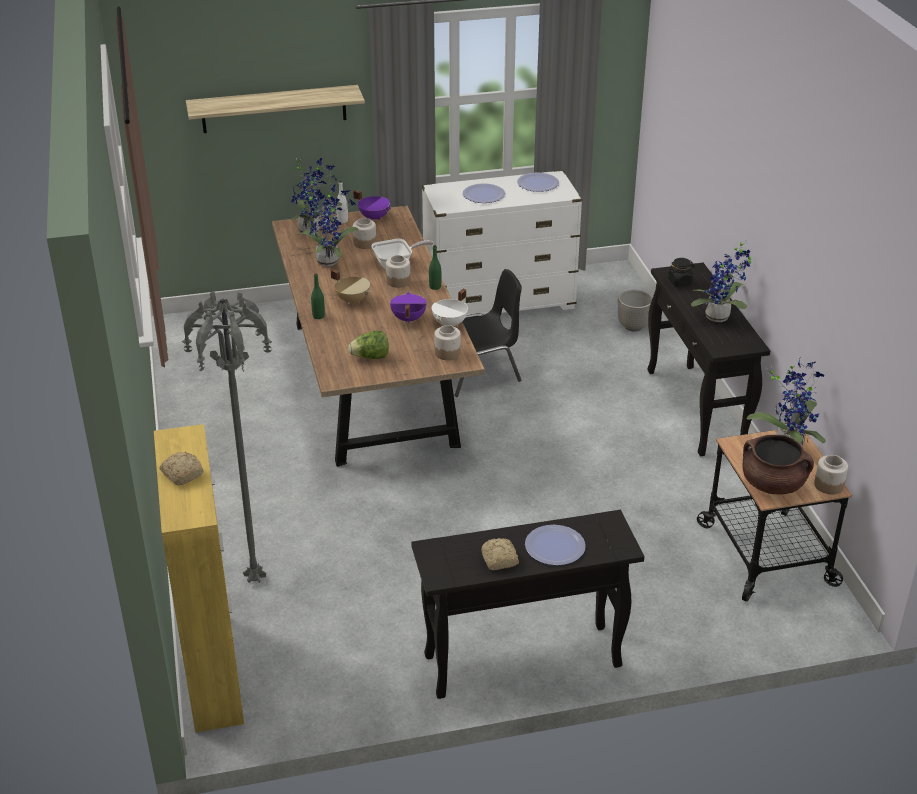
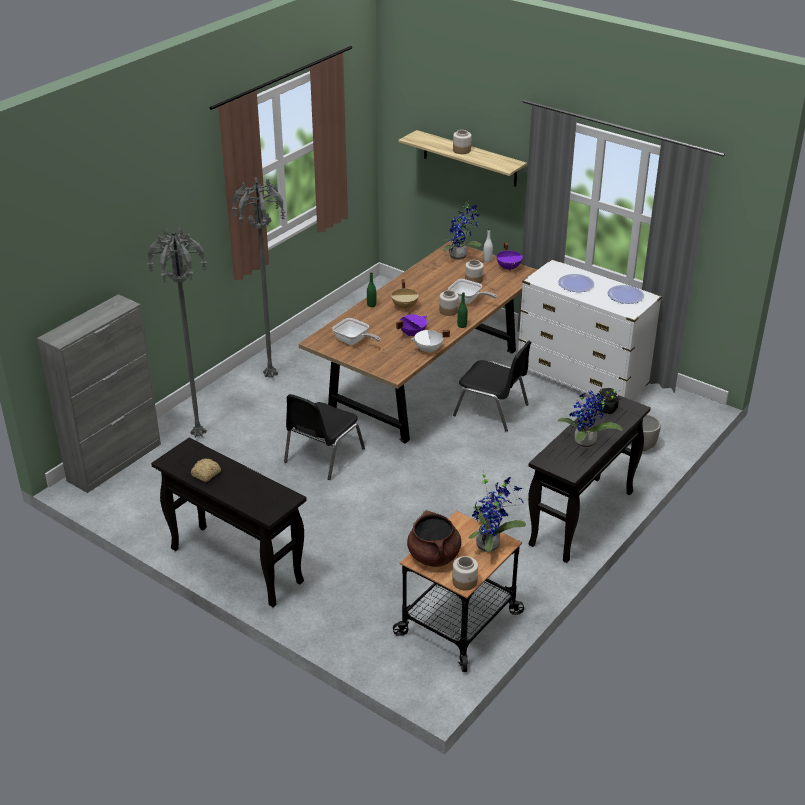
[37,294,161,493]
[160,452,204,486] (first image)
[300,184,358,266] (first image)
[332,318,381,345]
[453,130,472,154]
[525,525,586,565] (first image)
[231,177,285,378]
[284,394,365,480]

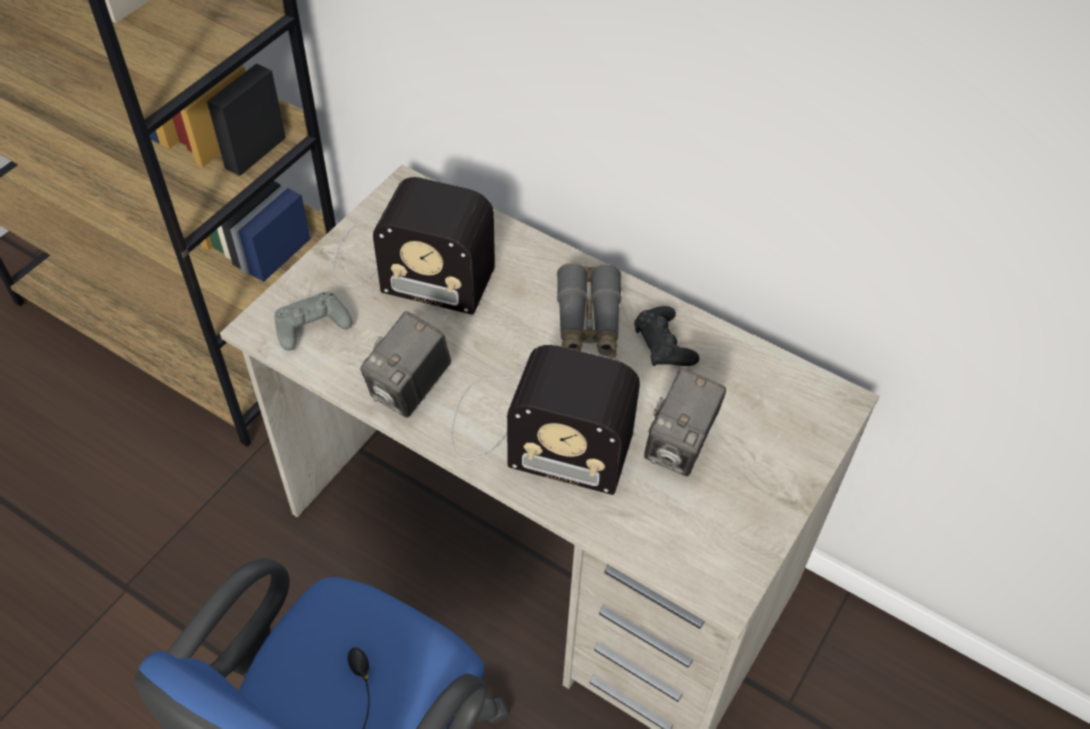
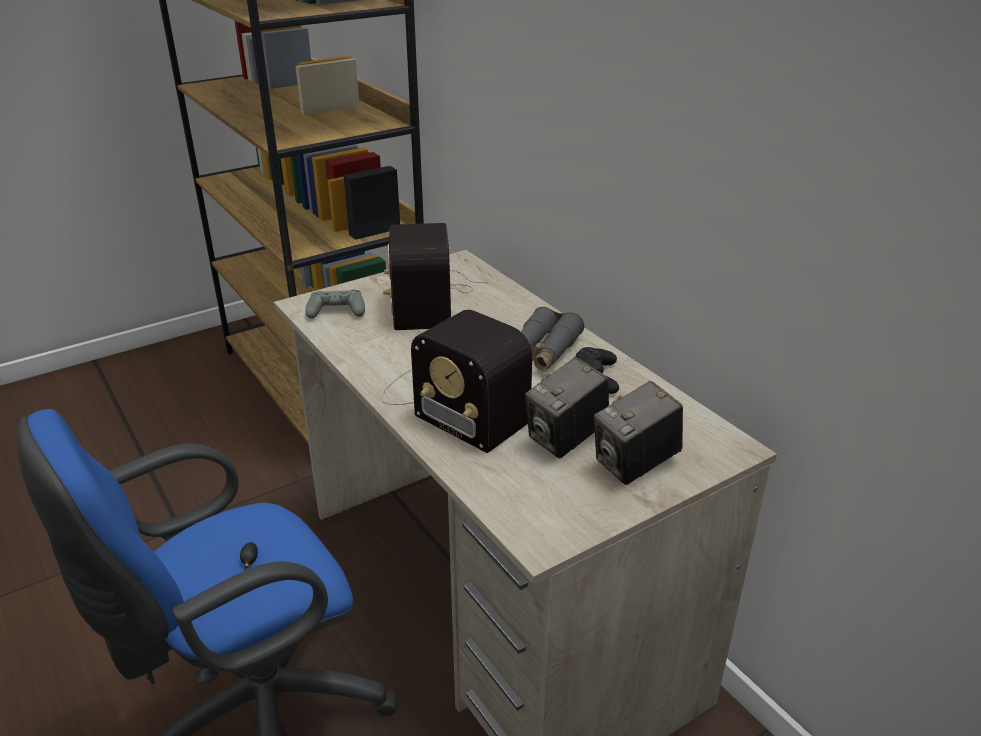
[383,223,488,330]
[594,381,683,485]

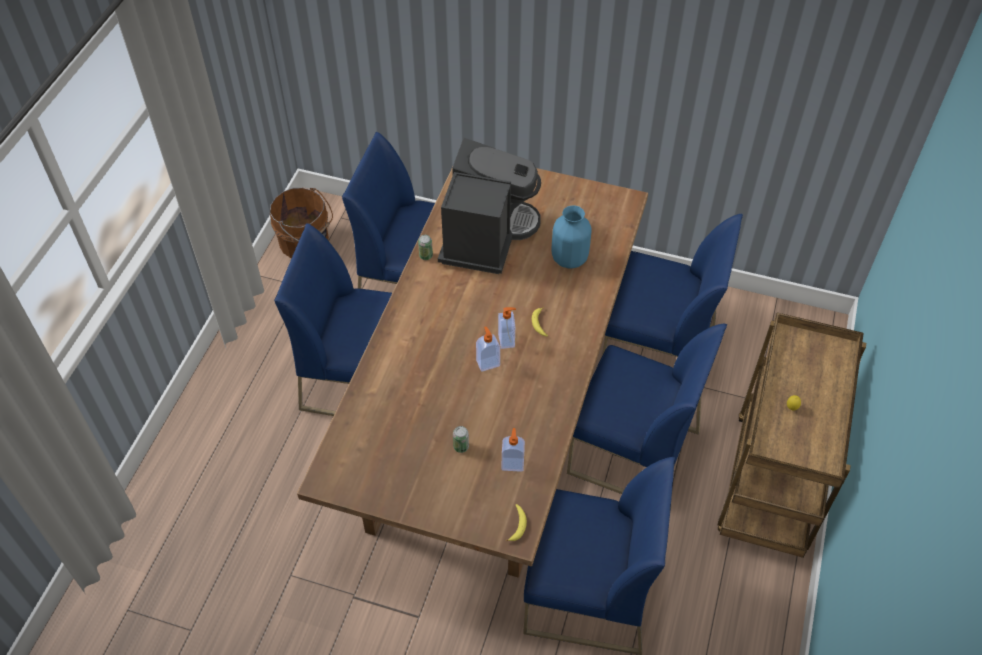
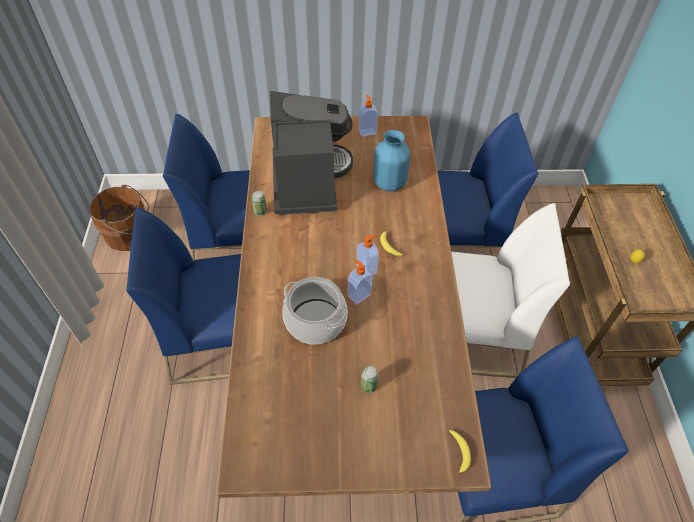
[358,95,378,137]
[451,203,570,378]
[282,277,348,345]

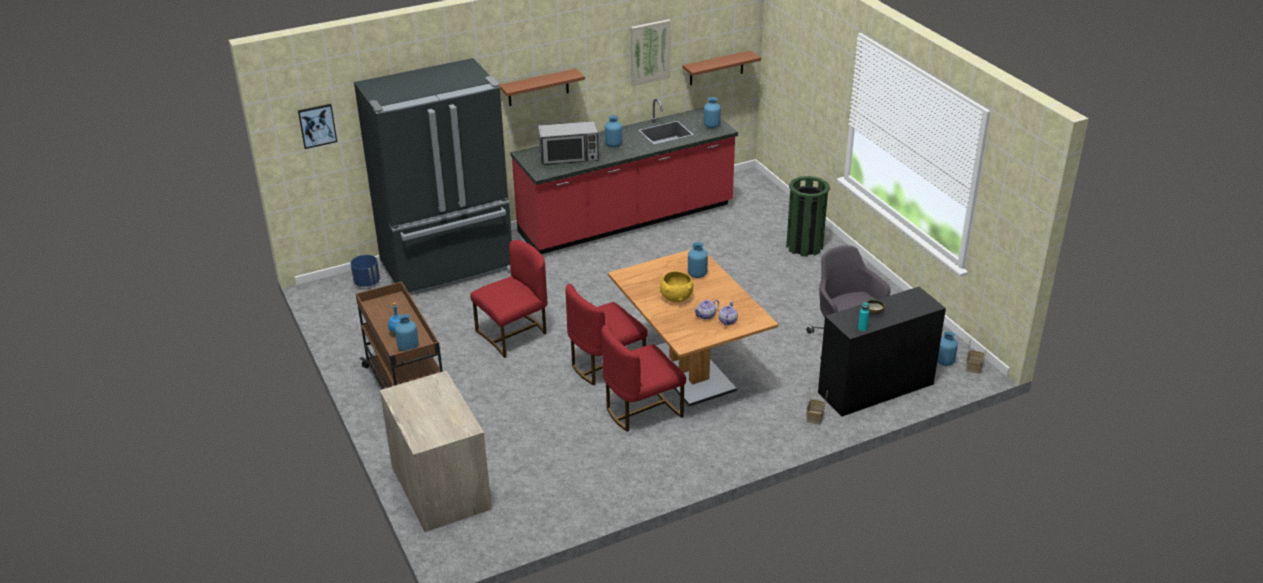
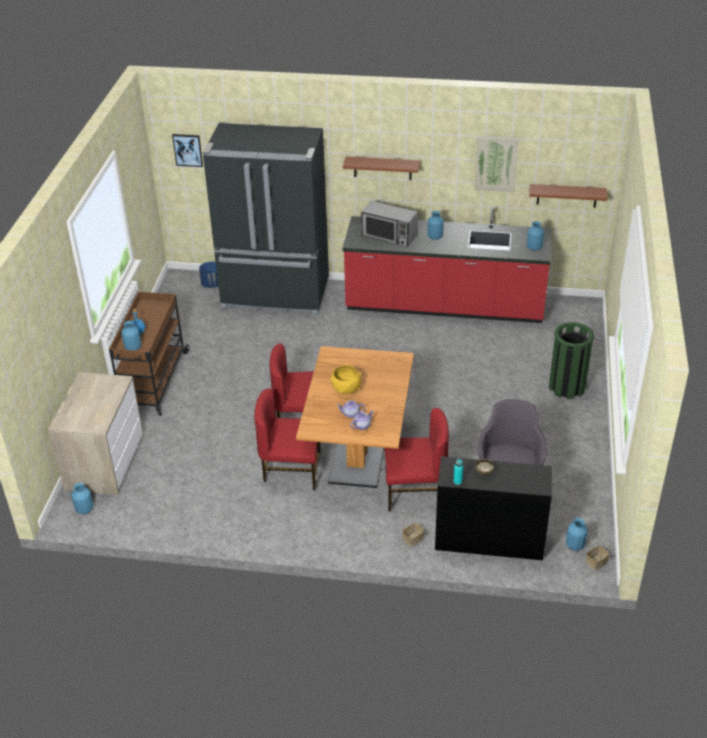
[384,408,449,512]
[71,483,93,514]

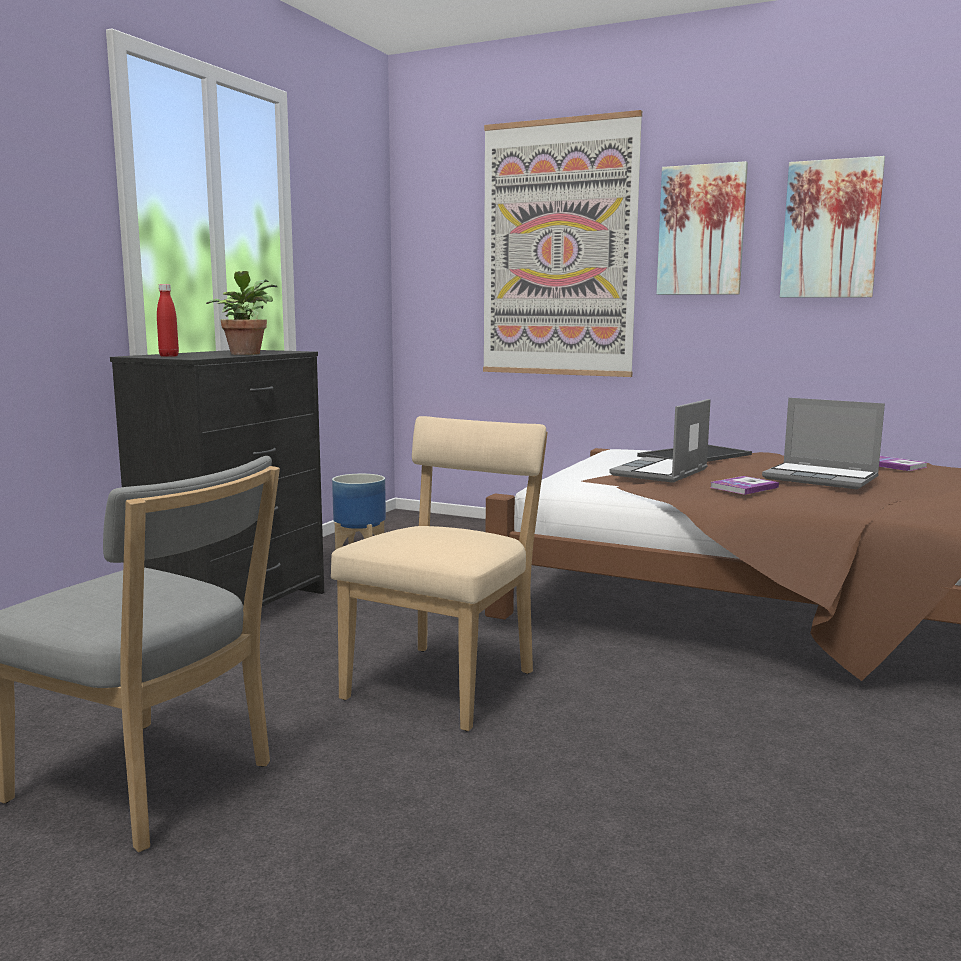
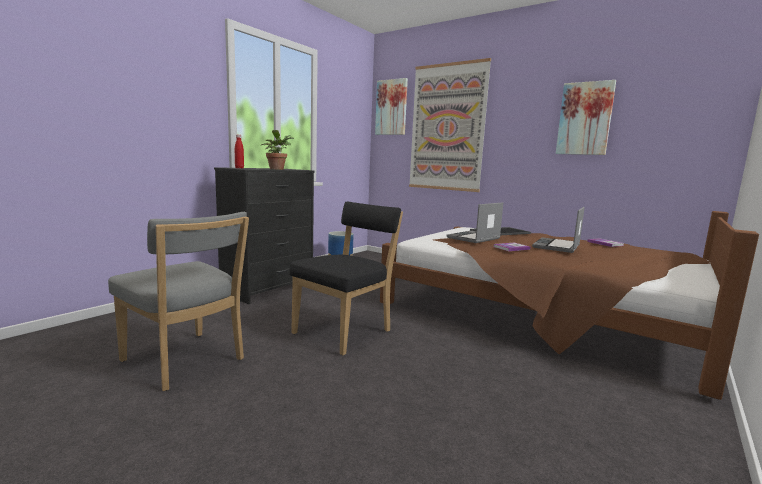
[289,202,403,355]
[375,78,408,135]
[532,207,585,253]

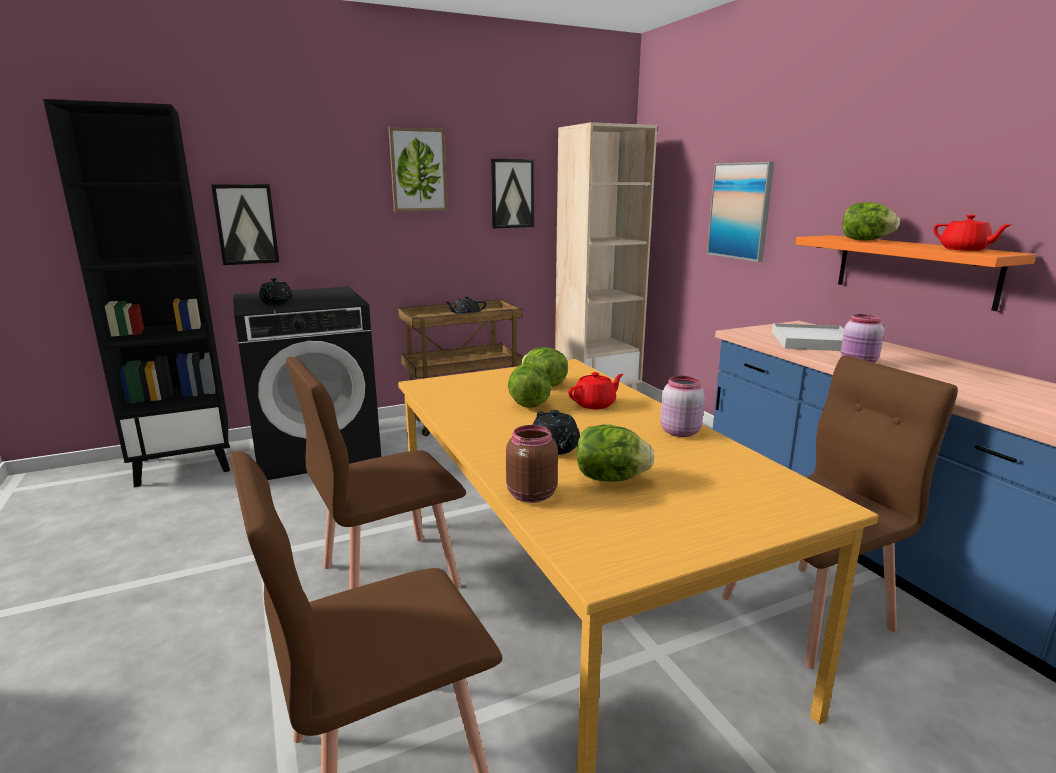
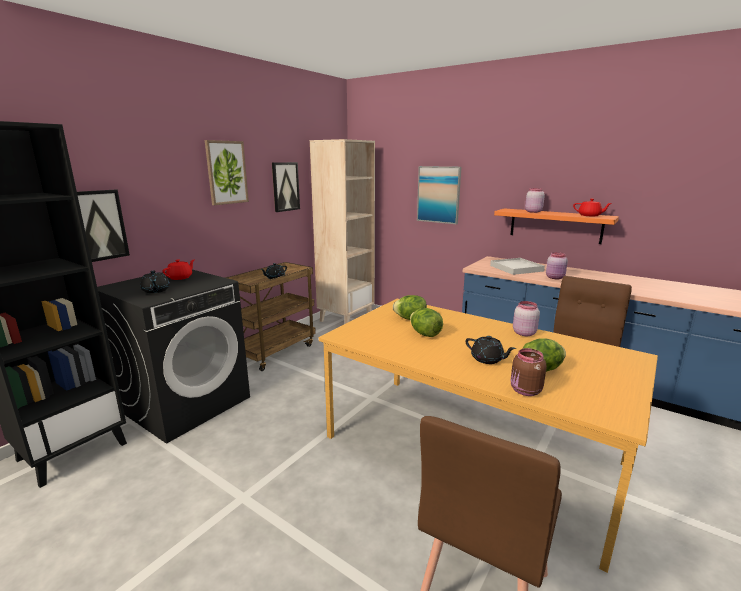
[286,357,466,589] (first image)
[162,259,195,280]
[525,188,545,213]

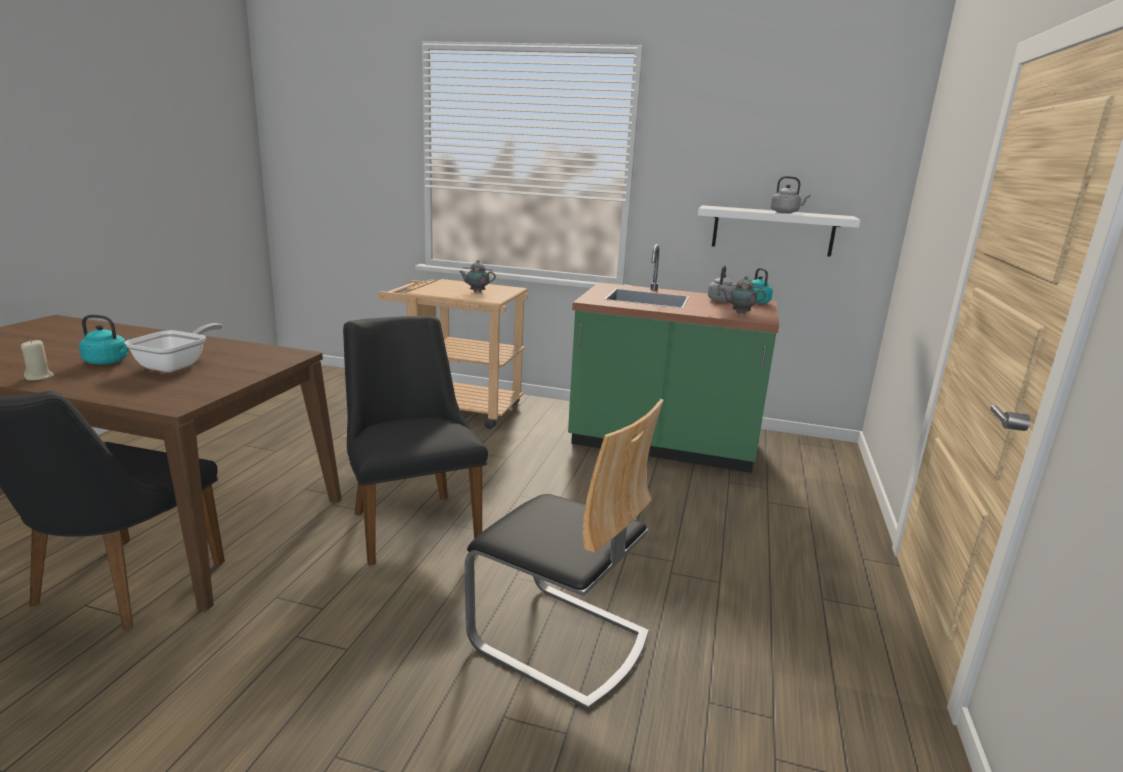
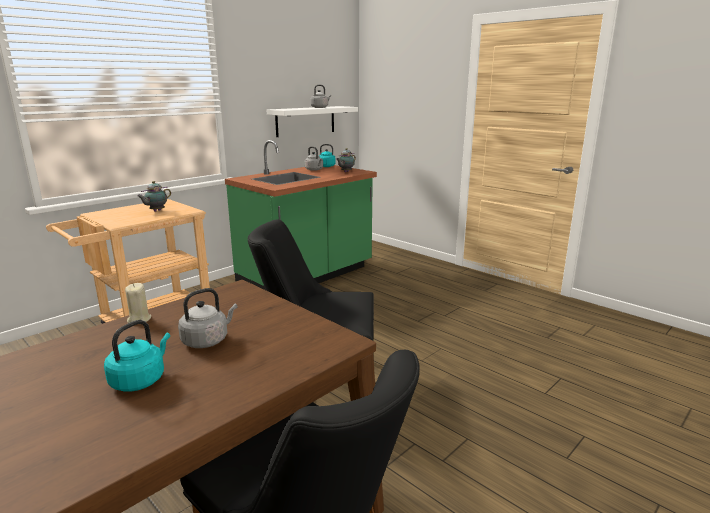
[125,283,151,323]
[178,288,237,348]
[464,399,664,710] (first image)

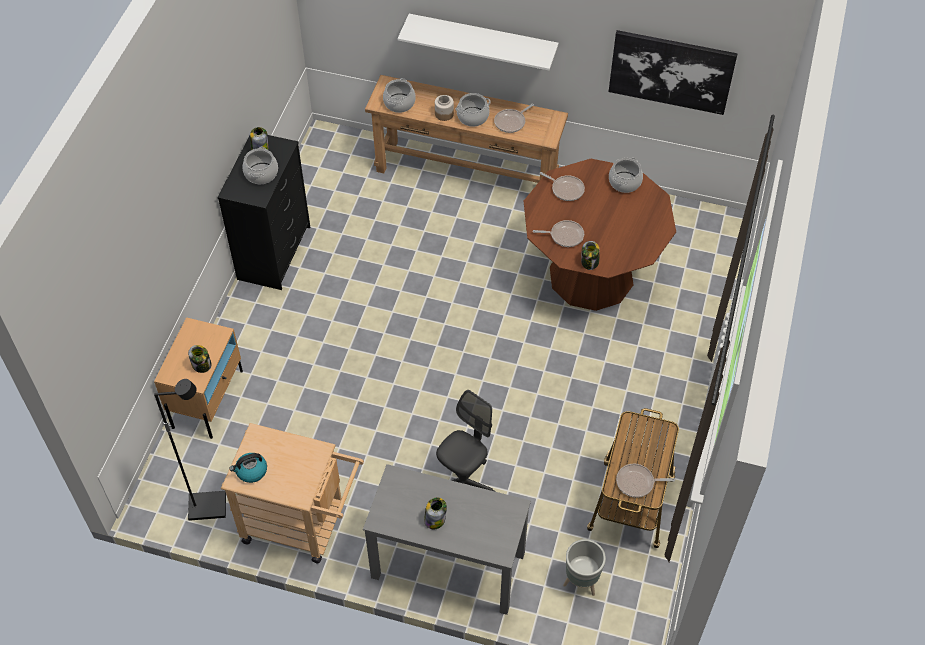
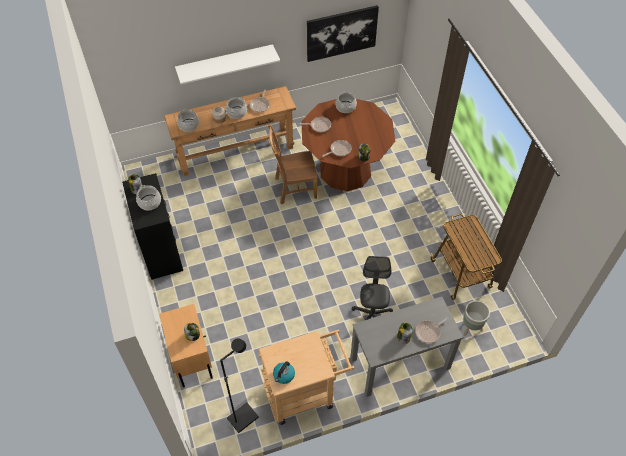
[415,317,448,343]
[268,124,318,204]

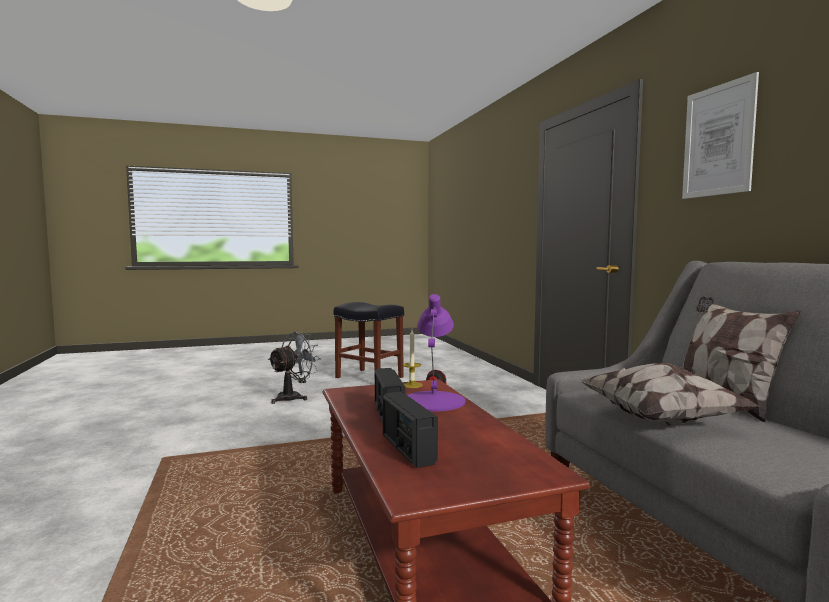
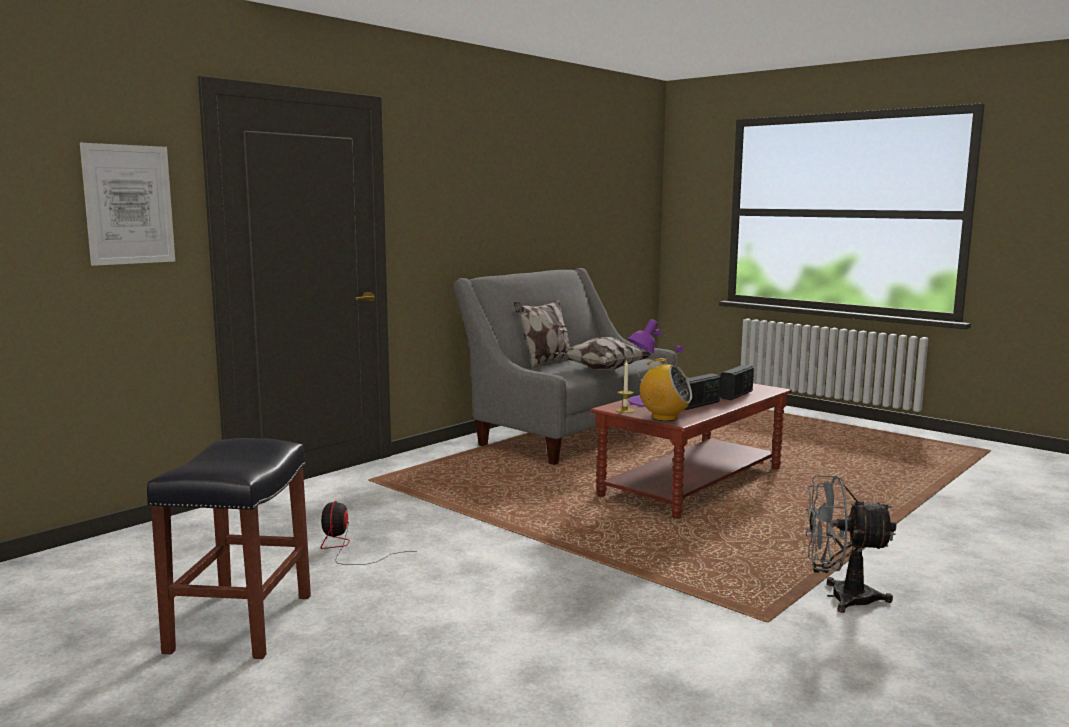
[806,475,896,613]
[80,143,175,266]
[637,358,692,421]

